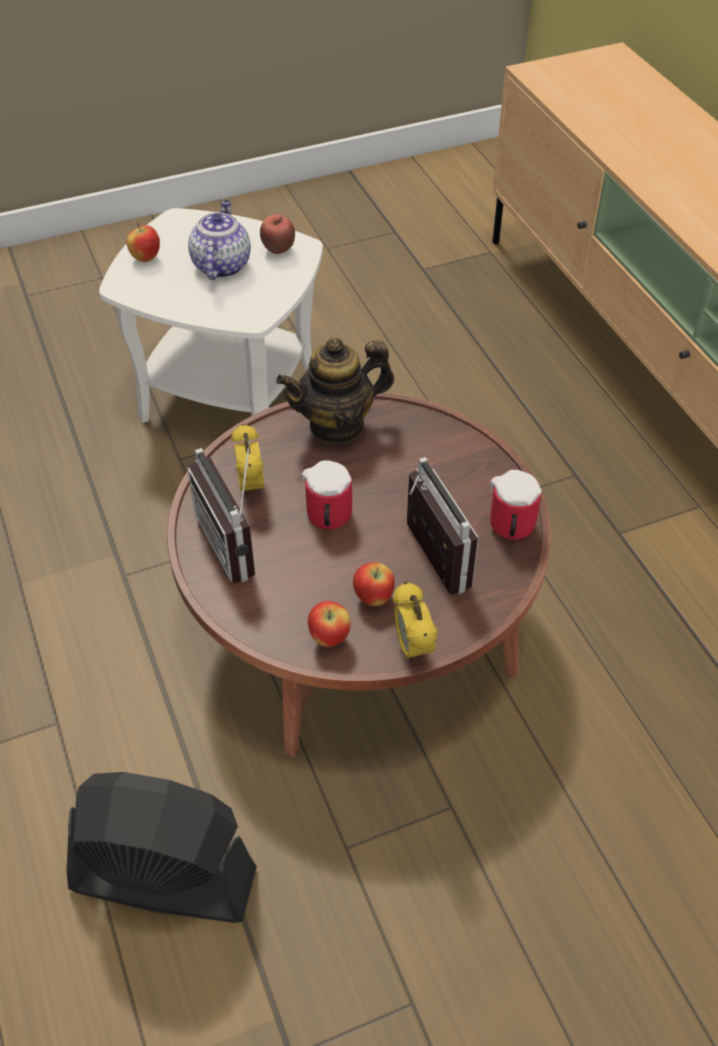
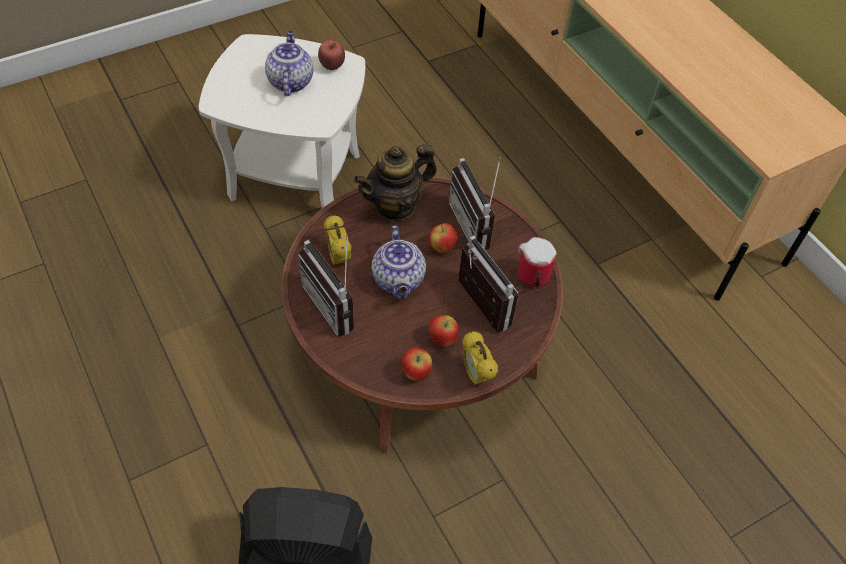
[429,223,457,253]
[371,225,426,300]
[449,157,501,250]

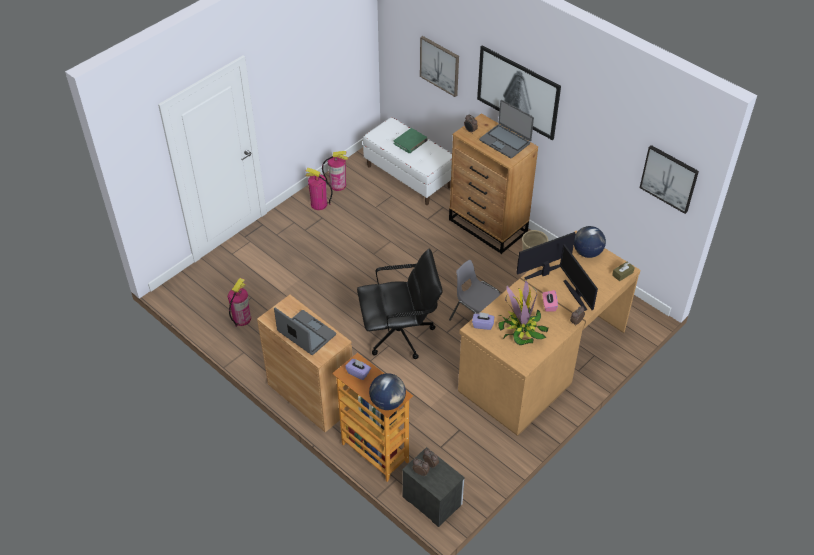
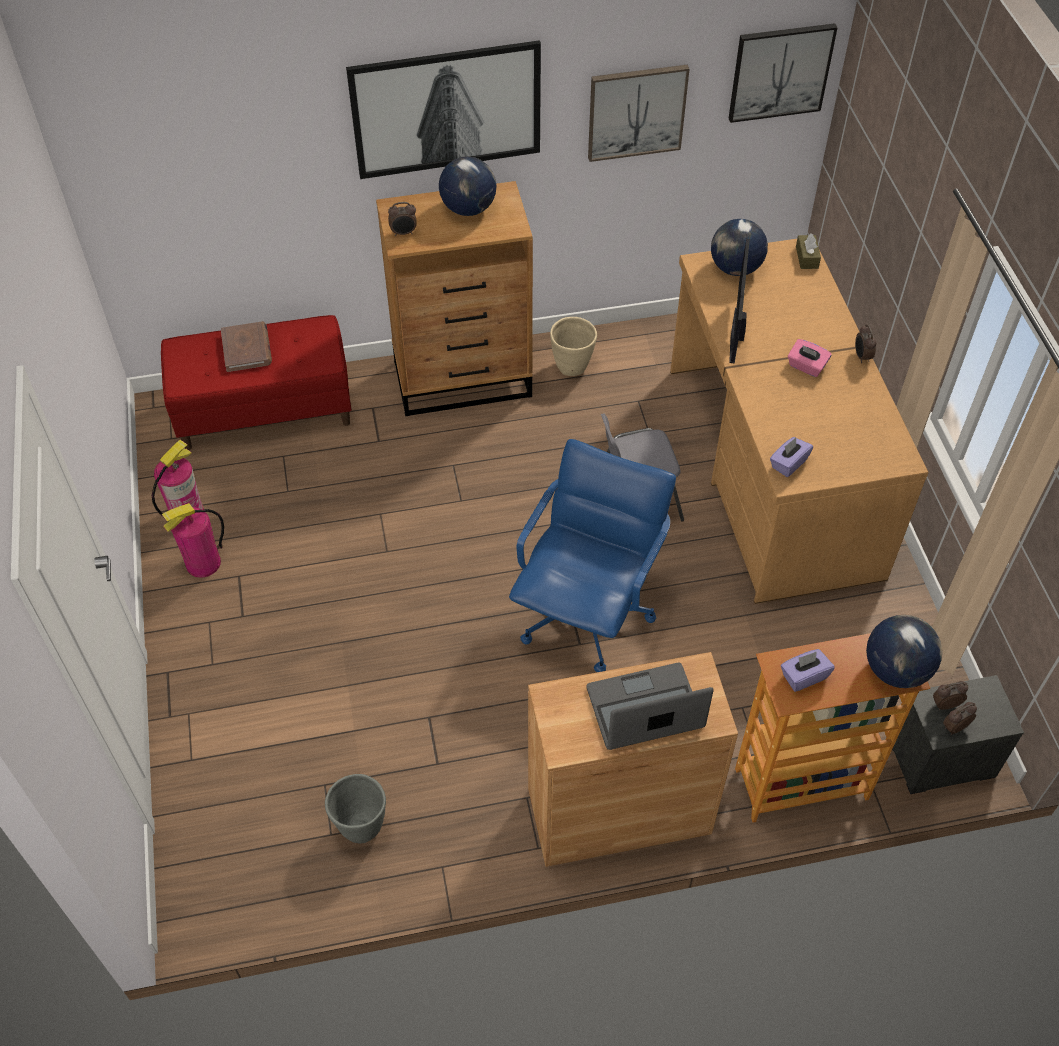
[325,774,386,843]
[509,439,676,672]
[161,315,351,450]
[221,321,272,372]
[588,65,689,162]
[439,156,497,216]
[498,280,549,345] (first image)
[560,244,598,311] (first image)

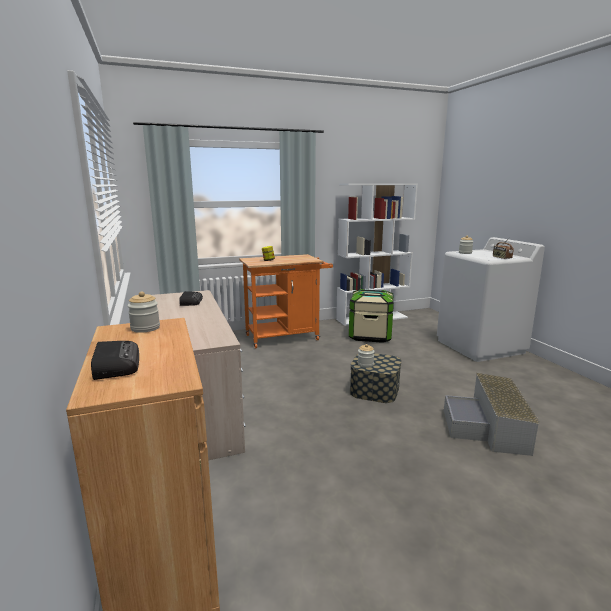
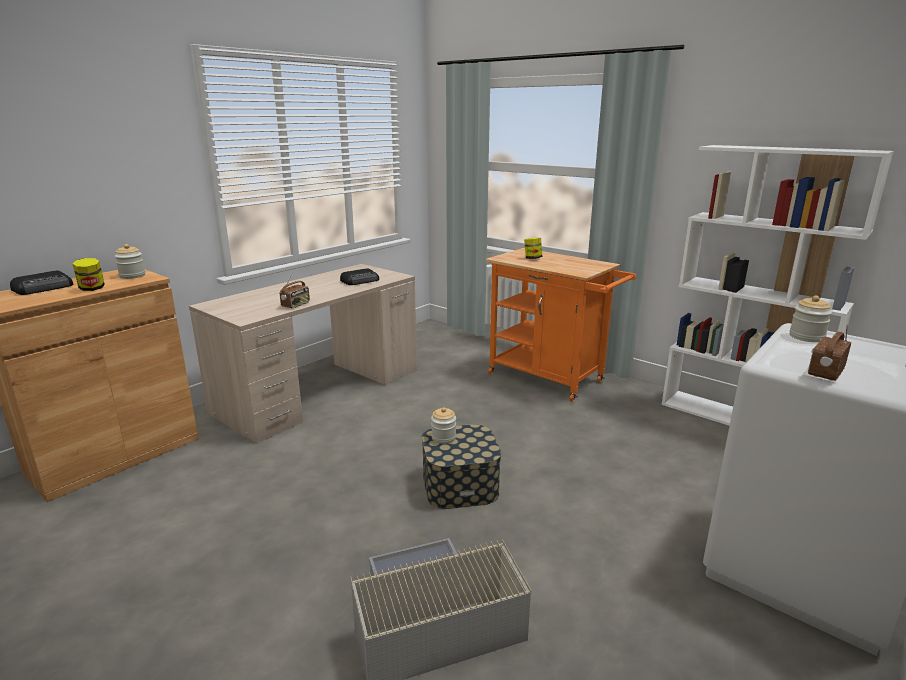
[349,289,394,343] (first image)
[73,258,105,291]
[280,272,310,309]

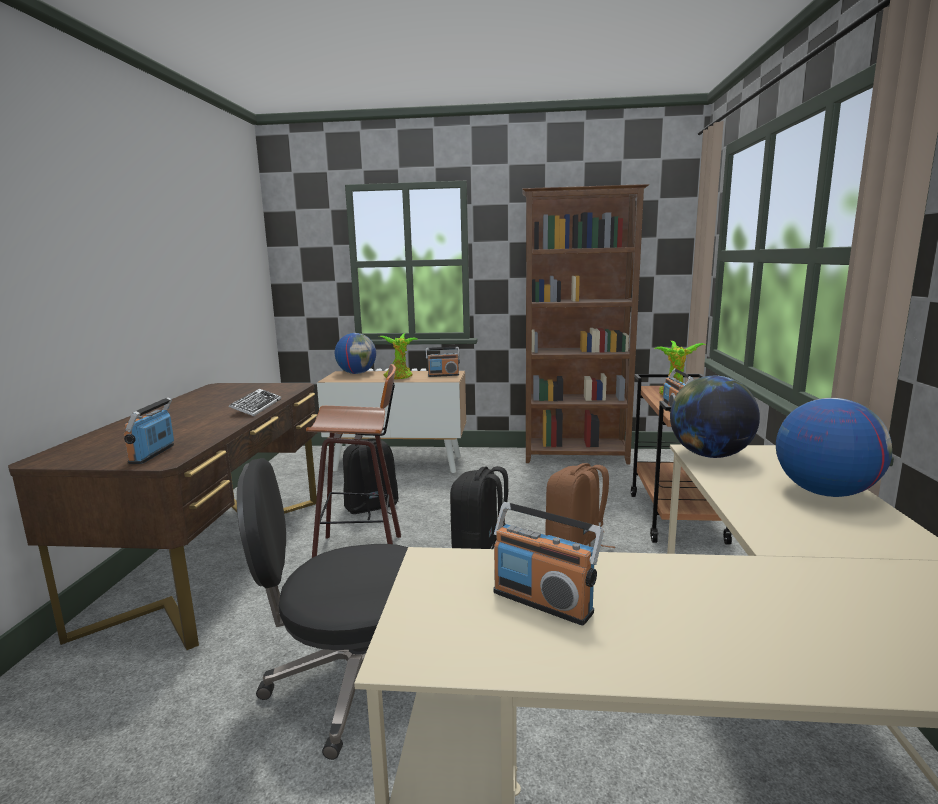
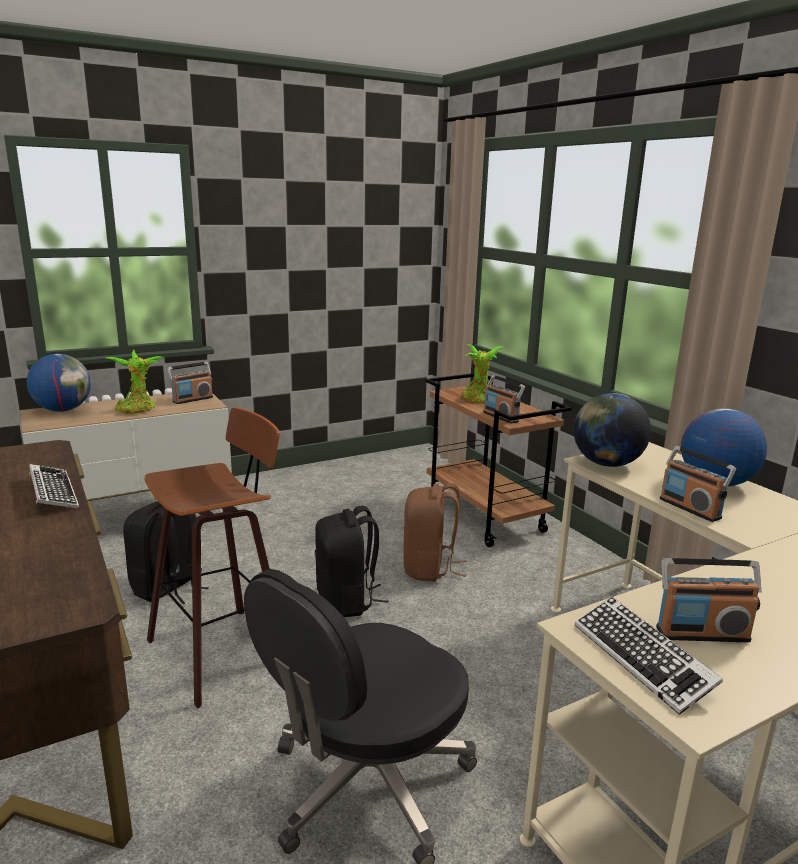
[660,446,736,522]
[522,184,649,464] (first image)
[575,597,723,715]

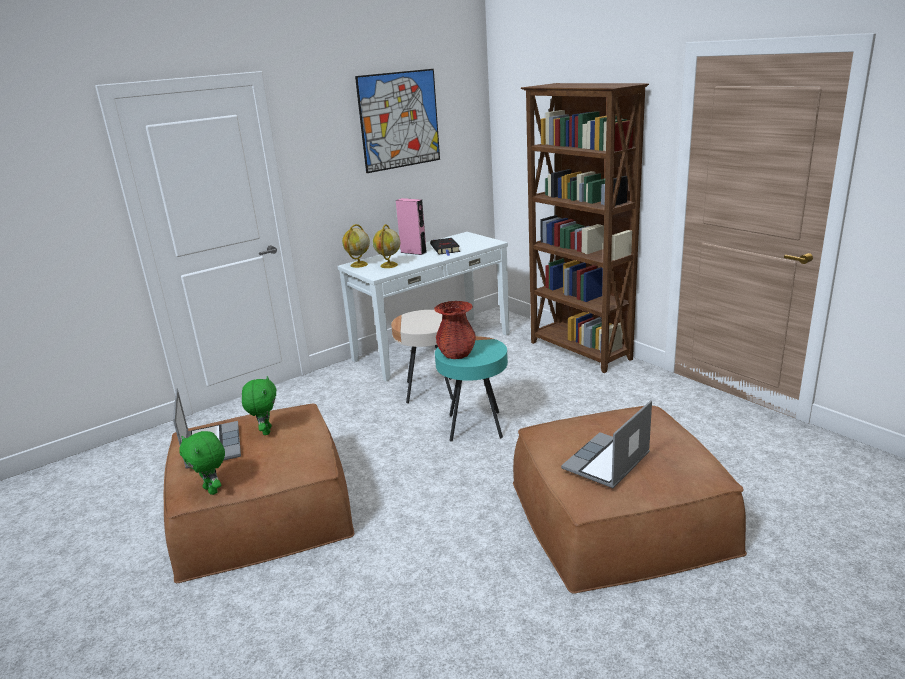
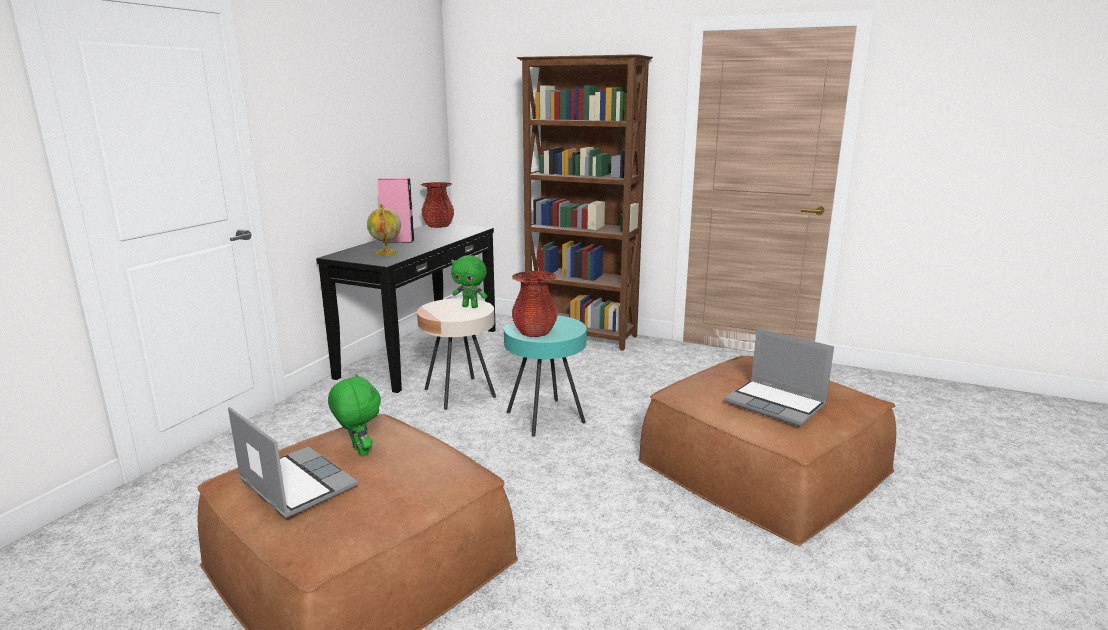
[451,255,488,308]
[316,224,496,393]
[342,224,370,268] (first image)
[355,69,440,173] (first image)
[430,238,460,256] (first image)
[724,328,834,426]
[420,182,454,228]

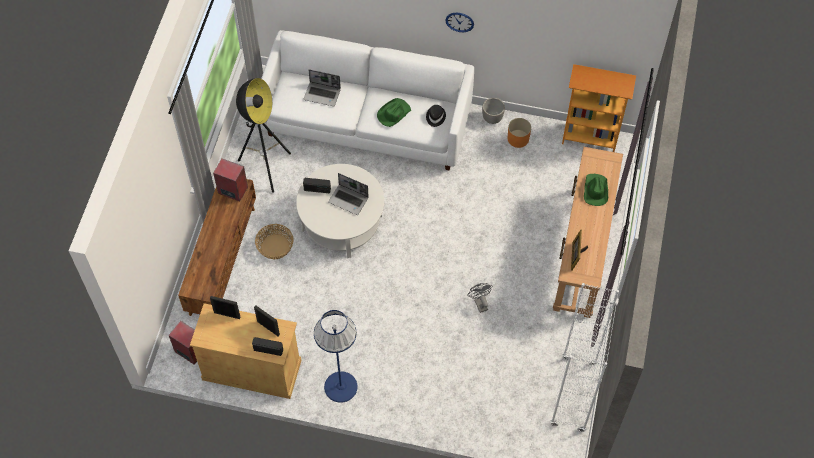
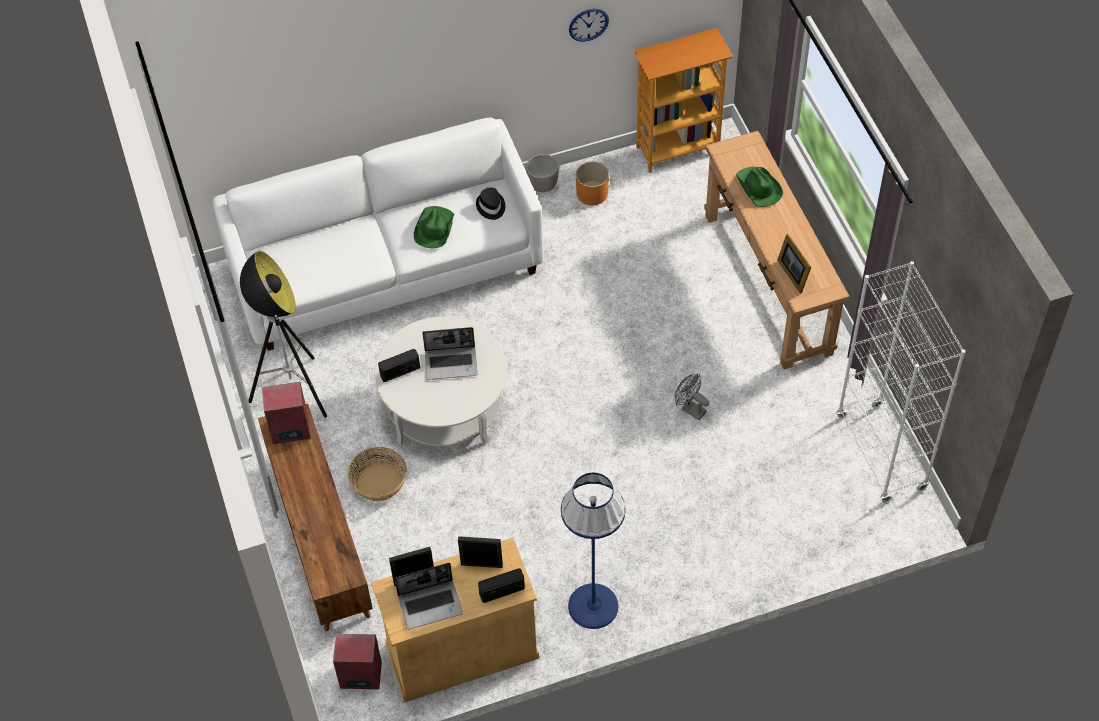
[395,563,463,629]
[569,9,609,42]

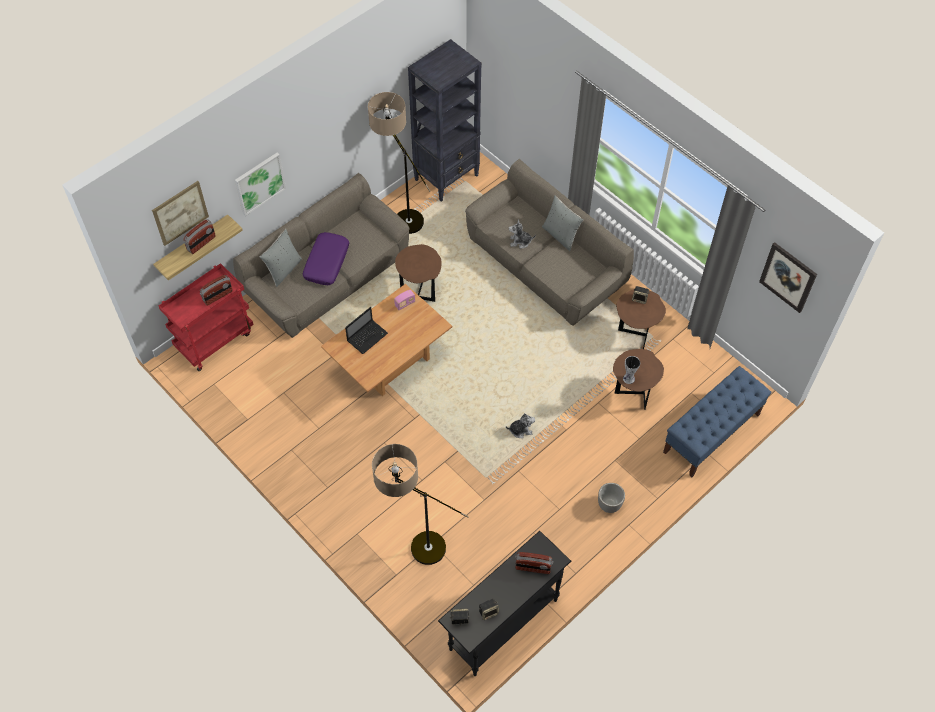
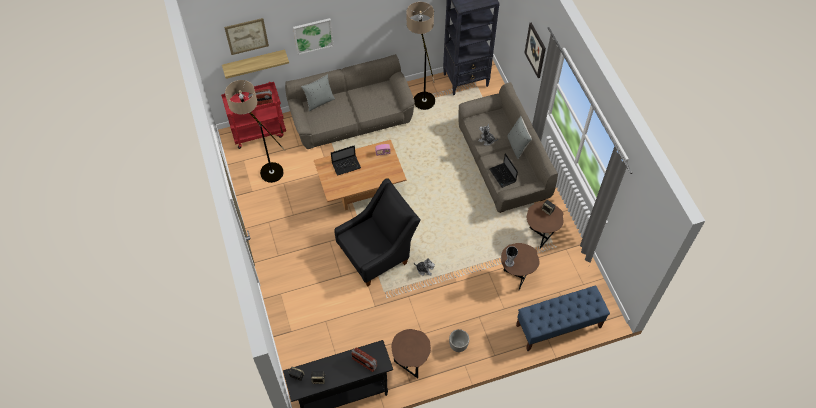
[184,220,216,254] (first image)
[303,232,349,285] (first image)
[225,80,285,183]
[392,329,431,378]
[524,23,546,78]
[334,178,420,286]
[490,153,518,188]

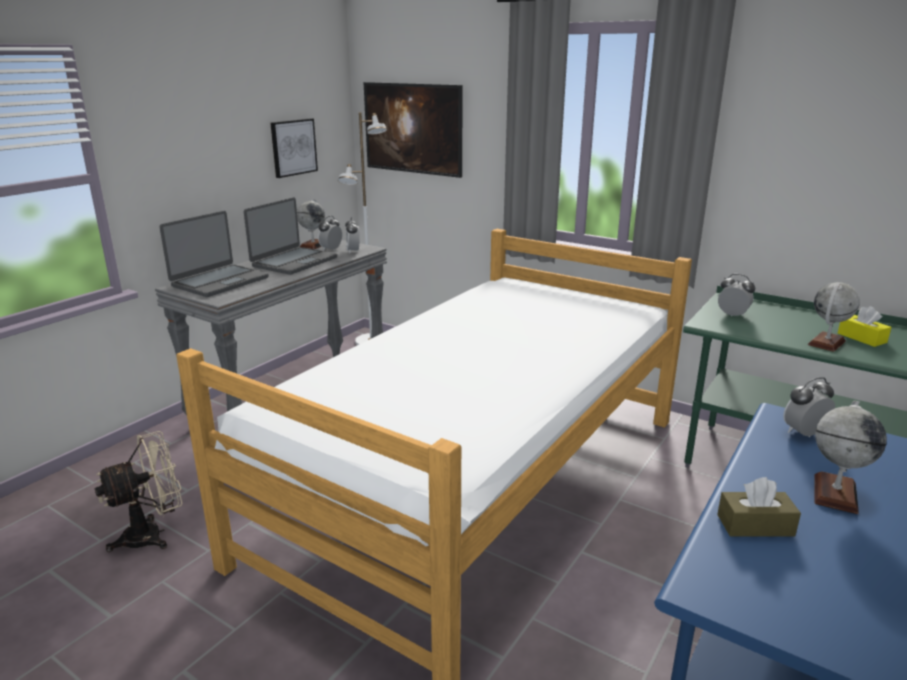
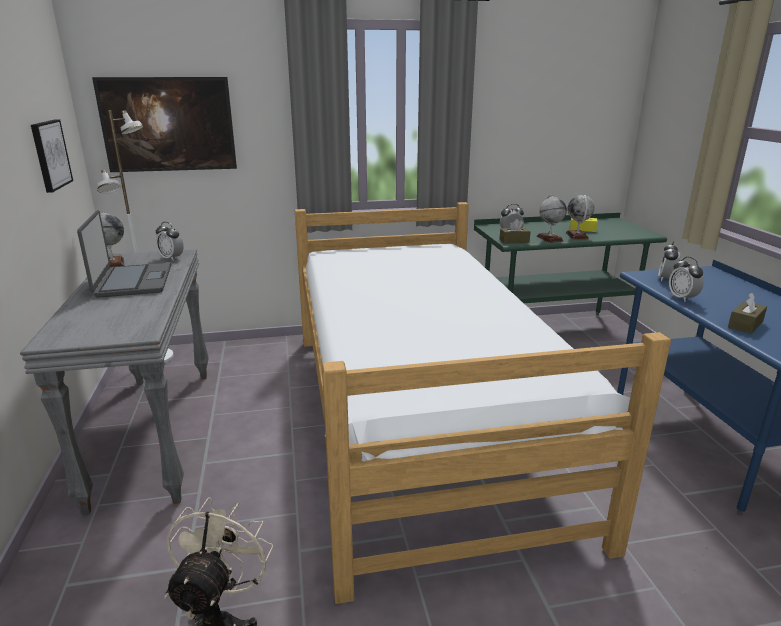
[160,211,269,297] (first image)
[669,257,704,302]
[536,195,567,243]
[499,219,531,244]

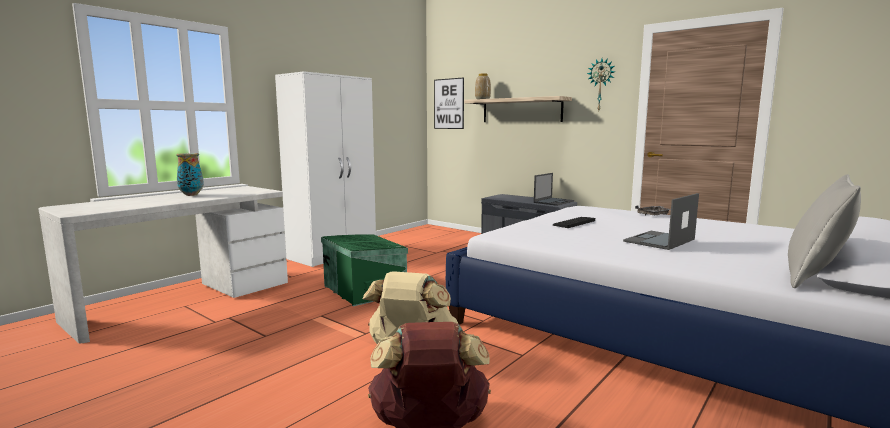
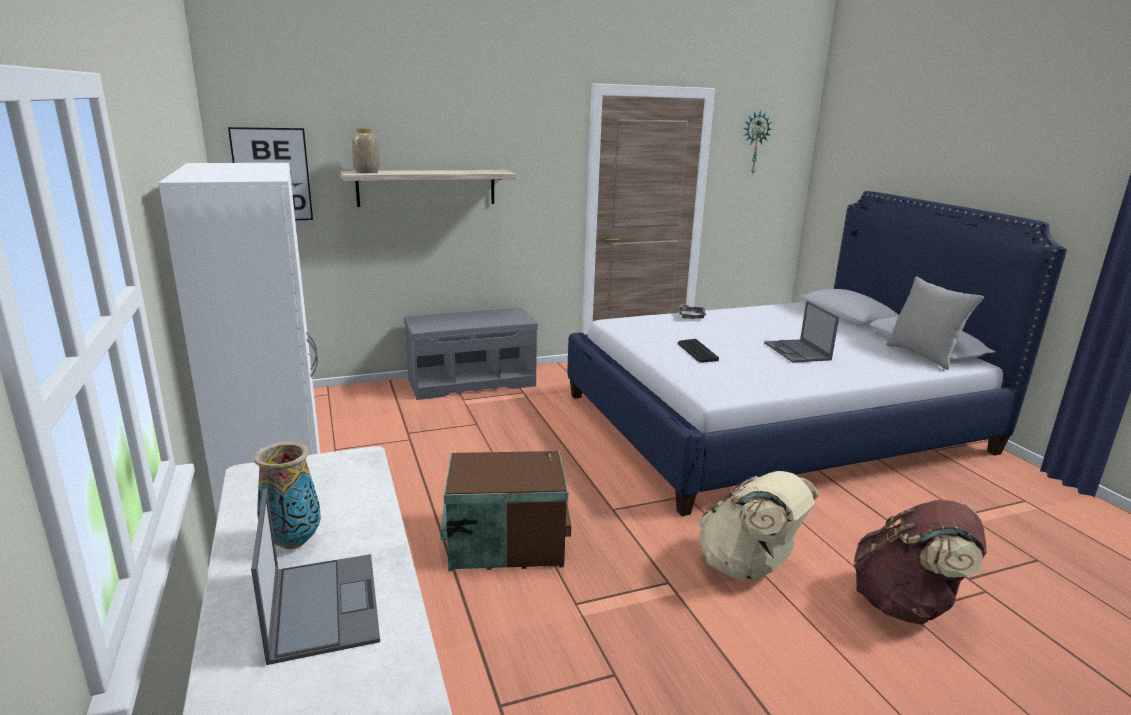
[440,451,571,571]
[251,488,380,665]
[743,110,772,174]

